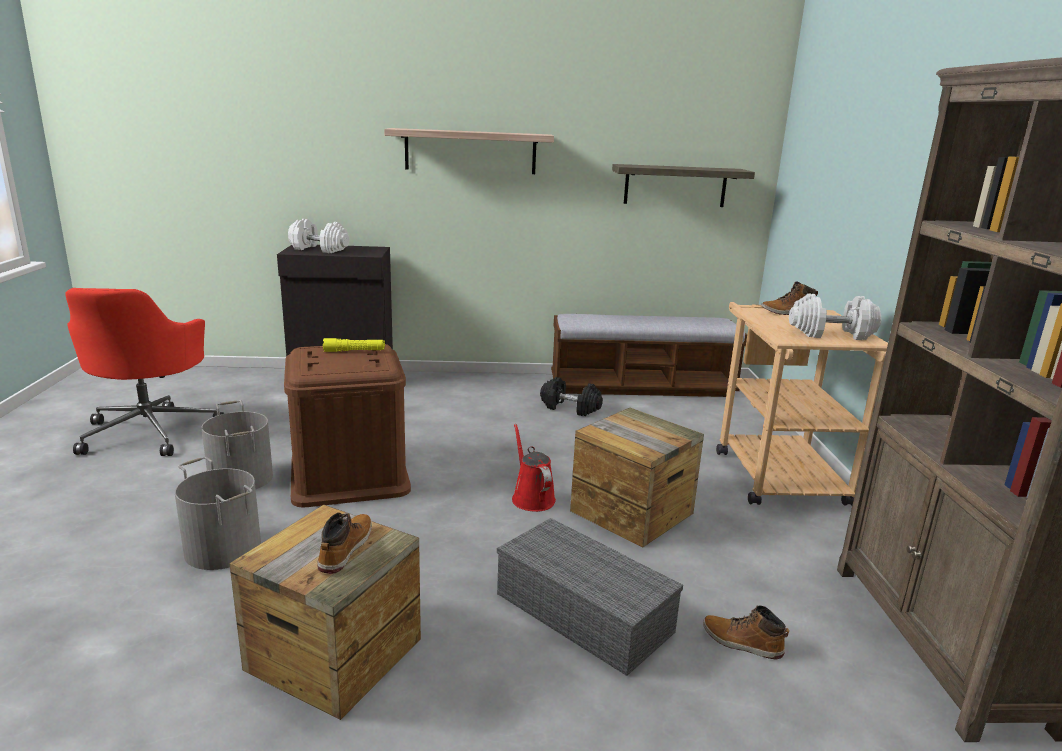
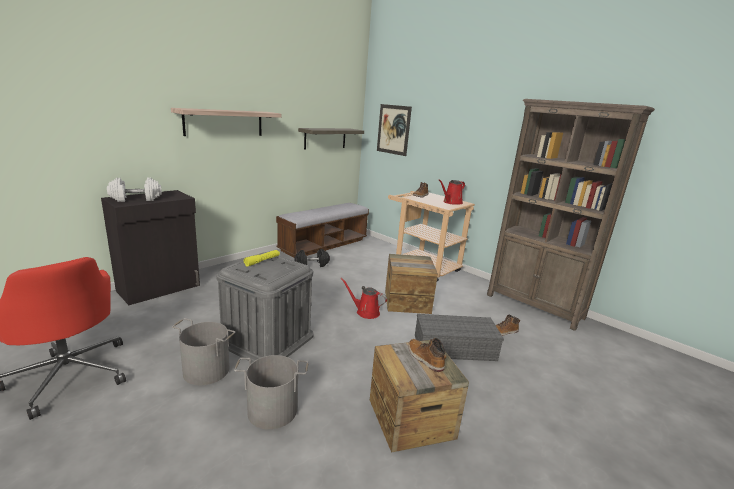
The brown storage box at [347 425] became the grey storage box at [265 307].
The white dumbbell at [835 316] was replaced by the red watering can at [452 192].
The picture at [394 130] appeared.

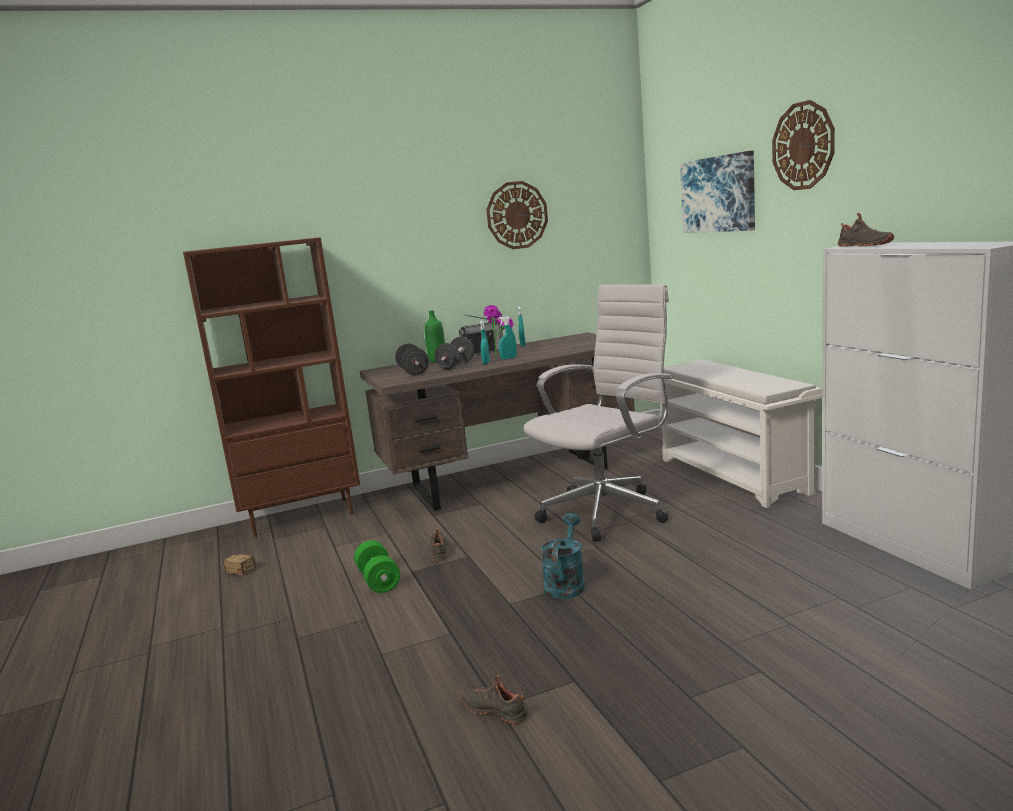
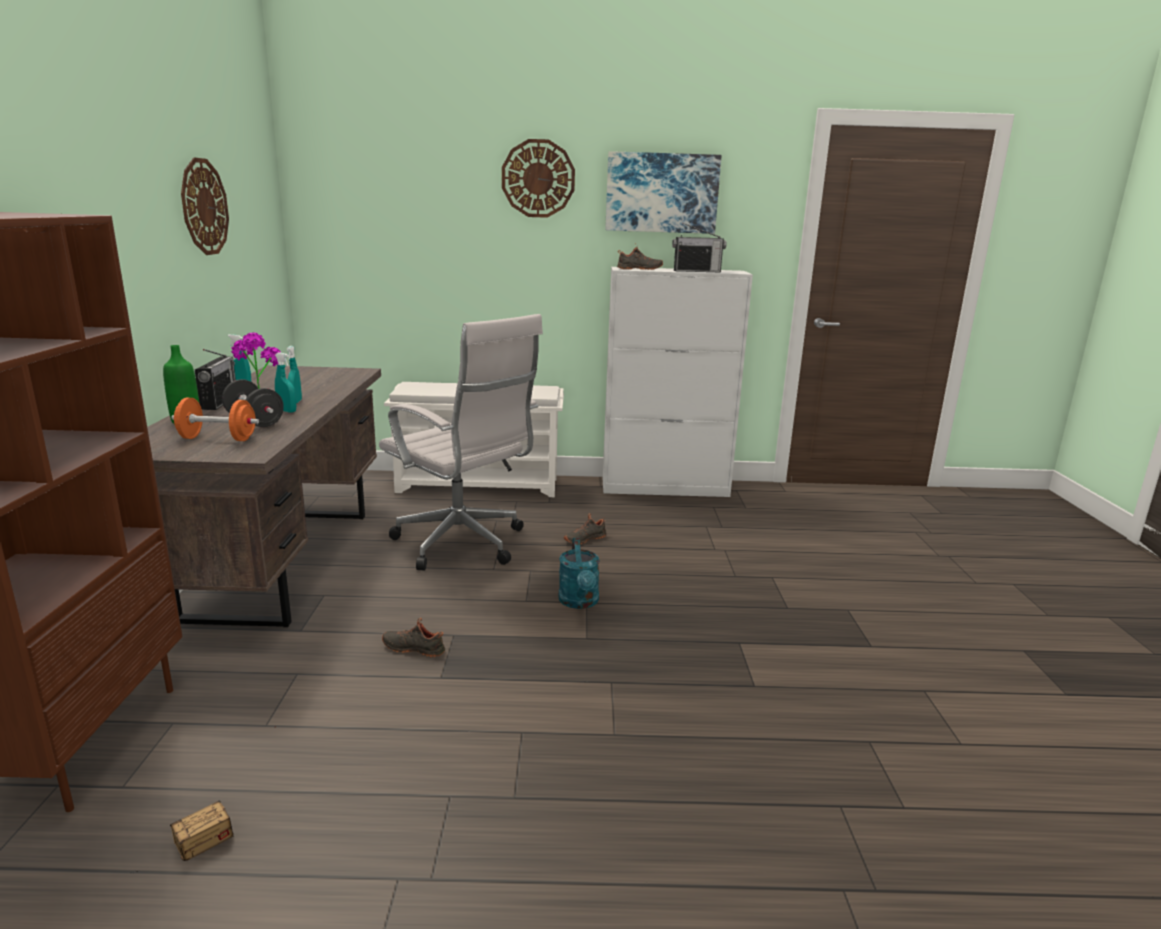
The green dumbbell at [377 566] disappeared.
The black dumbbell at [412 359] became the orange dumbbell at [215 419].
The black shoe moved from [494 699] to [585 528].
The white office chair at [598 413] turned 150 degrees clockwise.
The turquoise watering can at [563 556] turned 135 degrees counterclockwise.
The picture moved from [717 192] to [663 192].
The radio at [699 248] appeared.

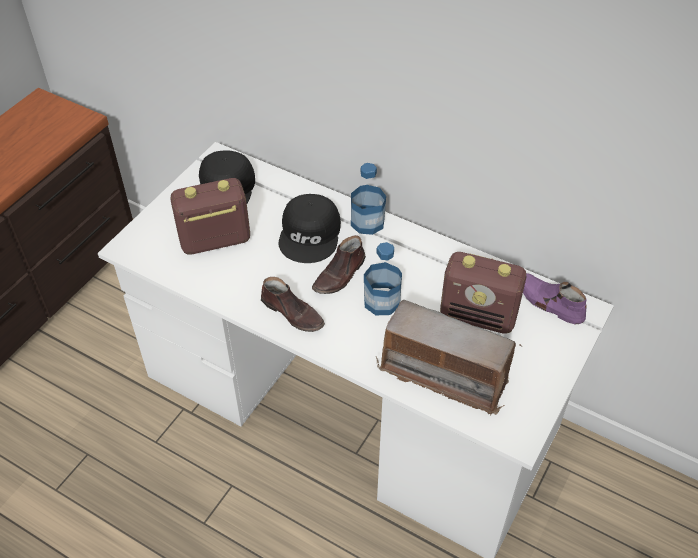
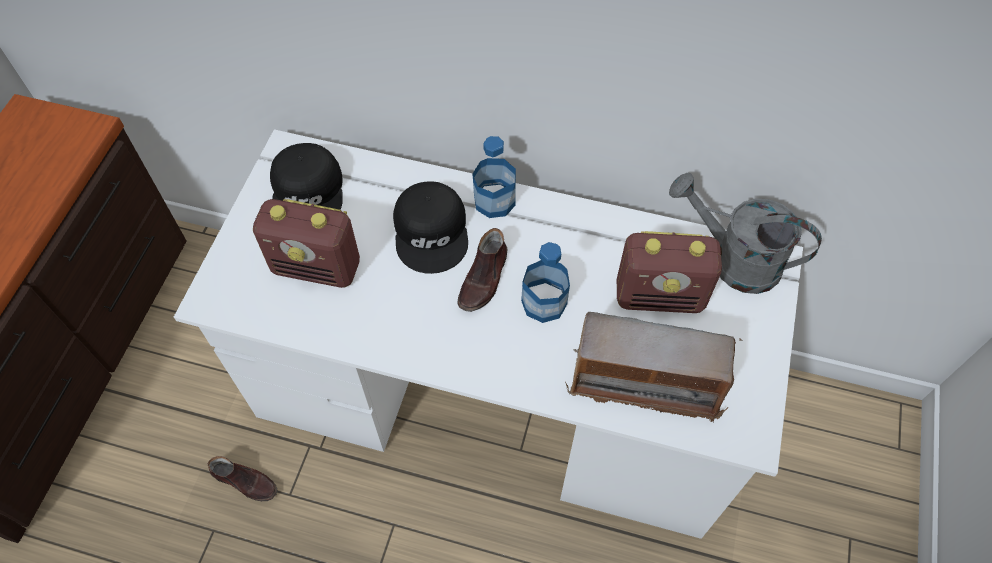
The radio at [210 216] turned 135 degrees counterclockwise.
The brown shoe moved from [293 304] to [242 478].
The purple shoe at [555 299] was replaced by the grey watering can at [745 233].

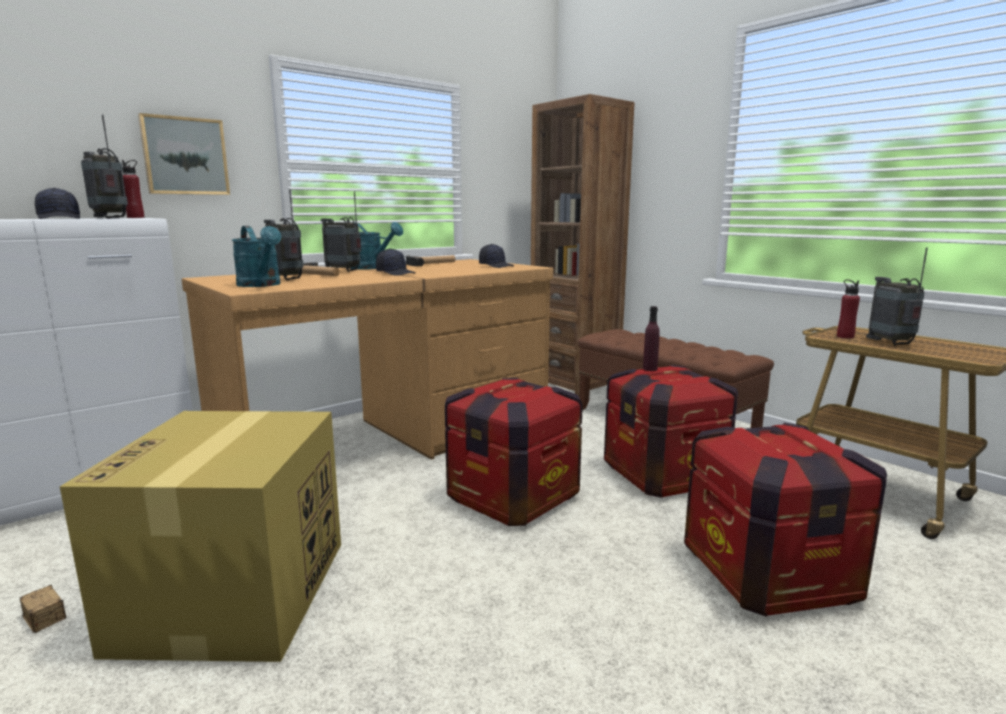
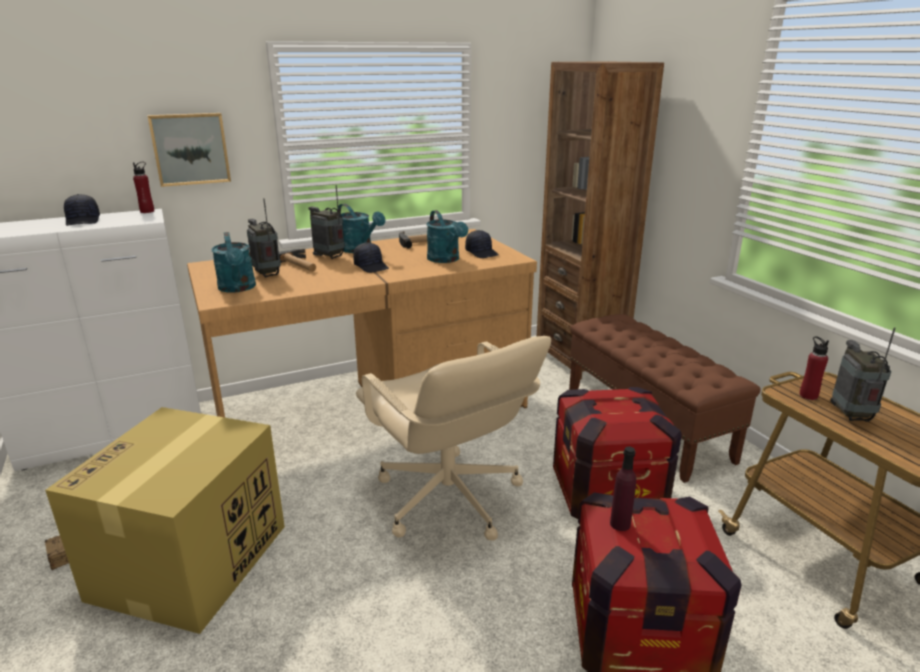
The radio at [104 166] disappeared.
The crate at [514 452] was replaced by the beige office chair at [453 438].
The purple bottle moved from [651 338] to [623 488].
The turquoise watering can at [447 236] appeared.

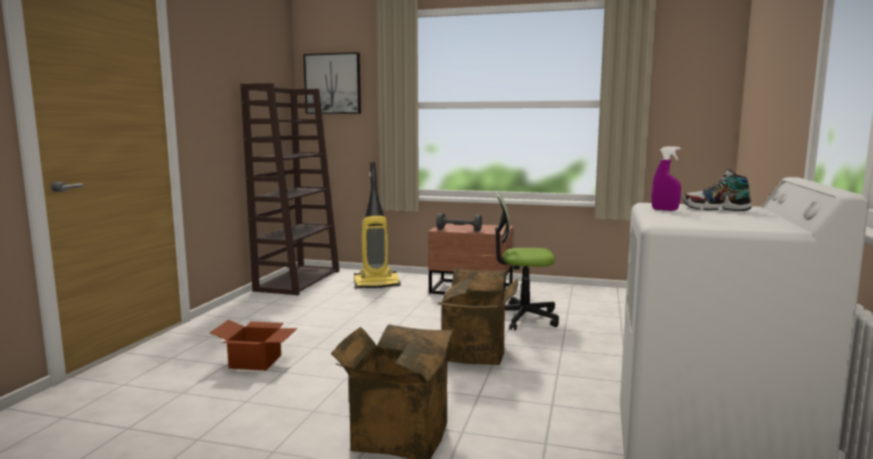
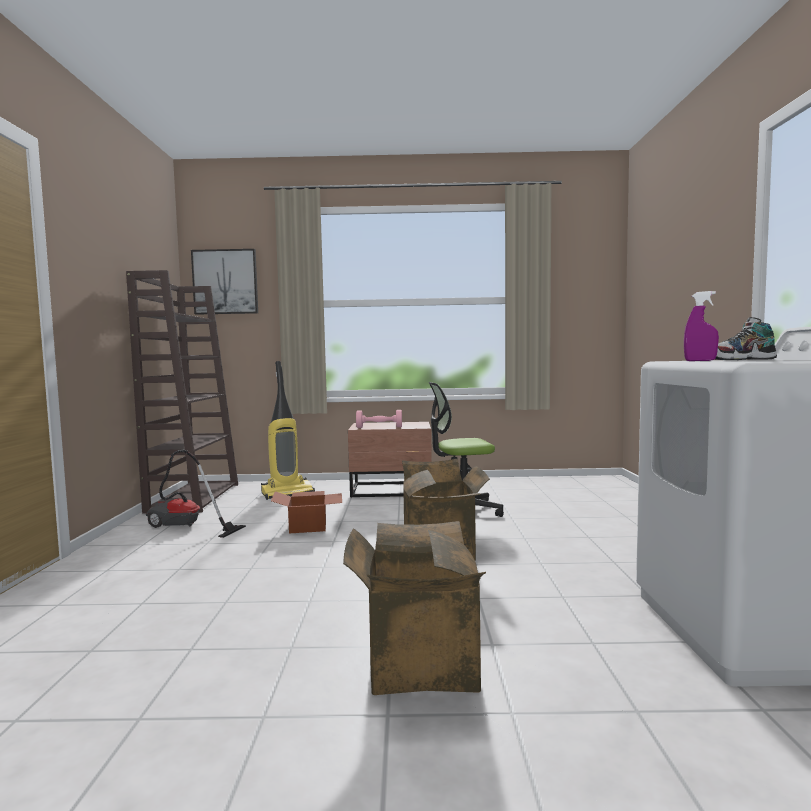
The cardboard box moved from [253 345] to [306 512].
The grey dumbbell at [459 222] became the pink dumbbell at [379 419].
The vacuum cleaner at [196 494] appeared.

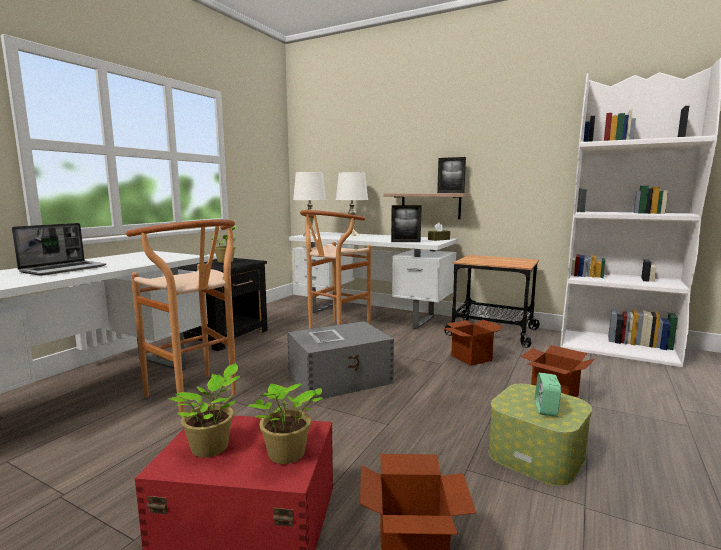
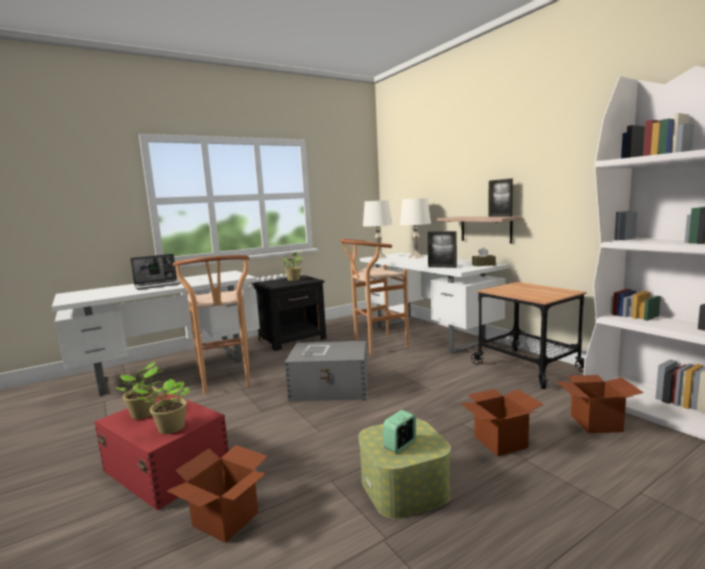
The cardboard box moved from [473 343] to [600 404].

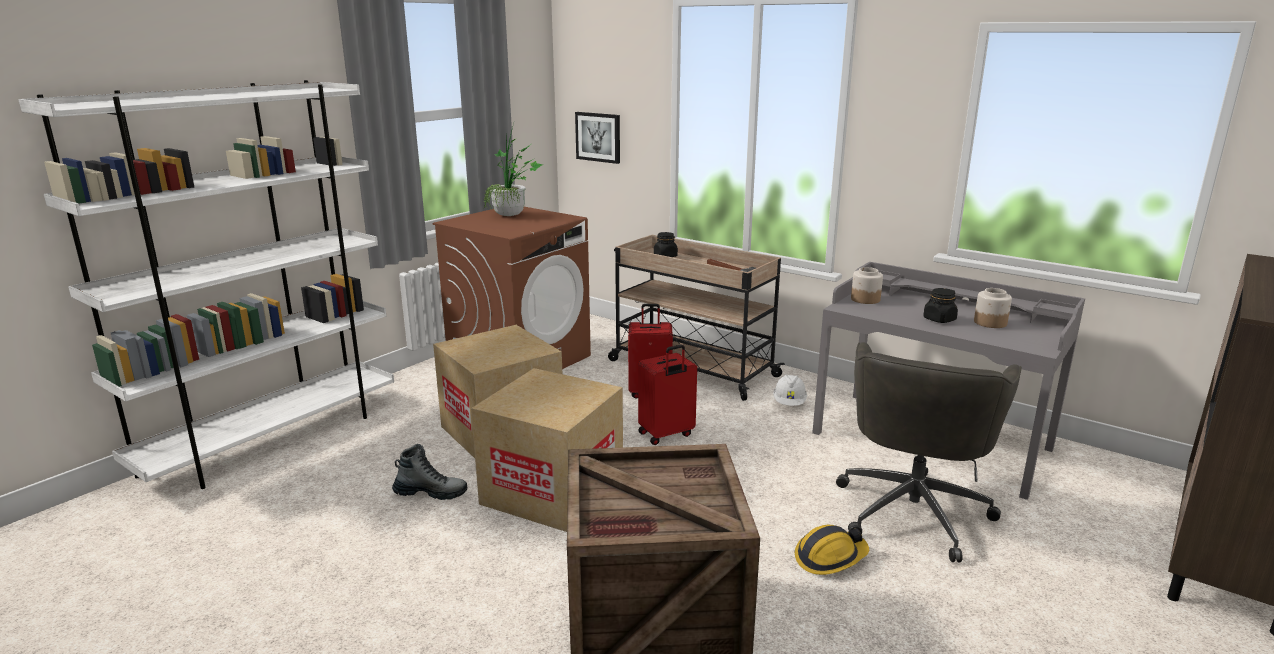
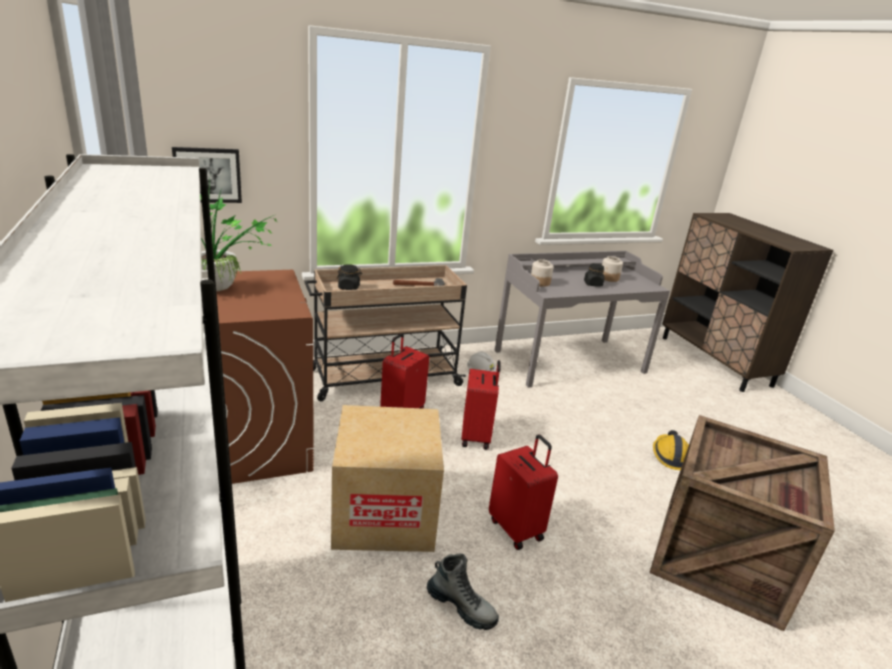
The boot at [429 472] turned 90 degrees clockwise.
The cardboard box at [547 450] was replaced by the red suitcase at [523 492].
The grey office chair at [929 452] disappeared.

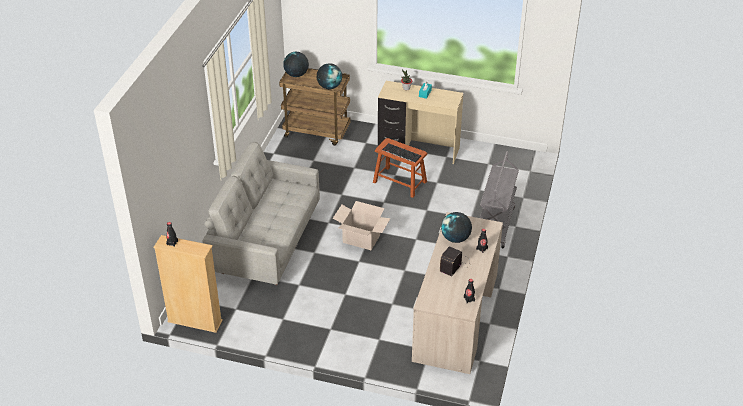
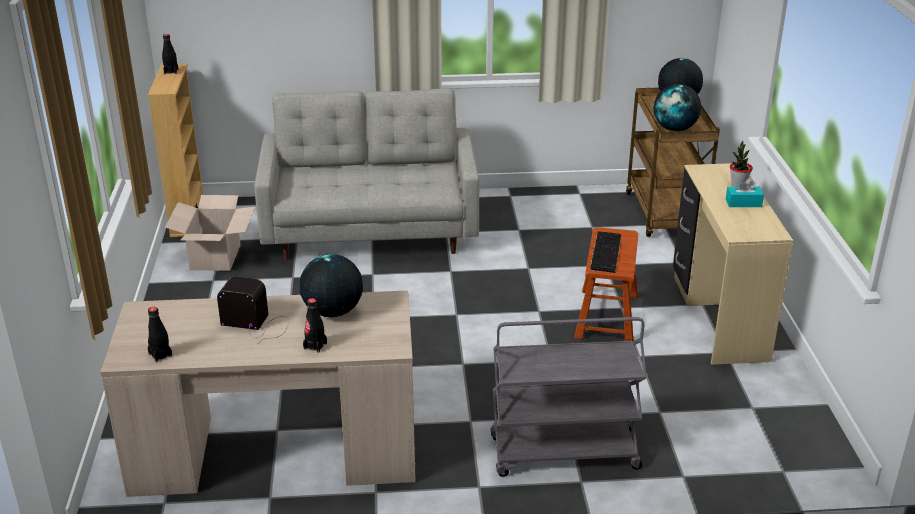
The cardboard box moved from [362 225] to [210 233].

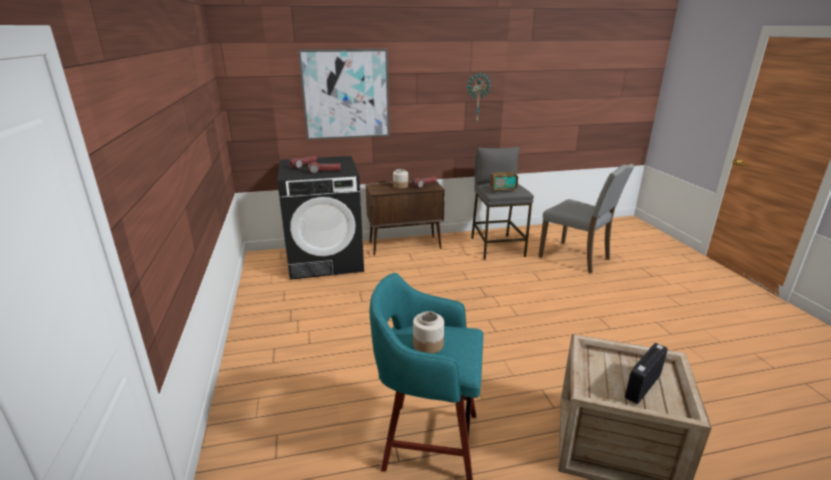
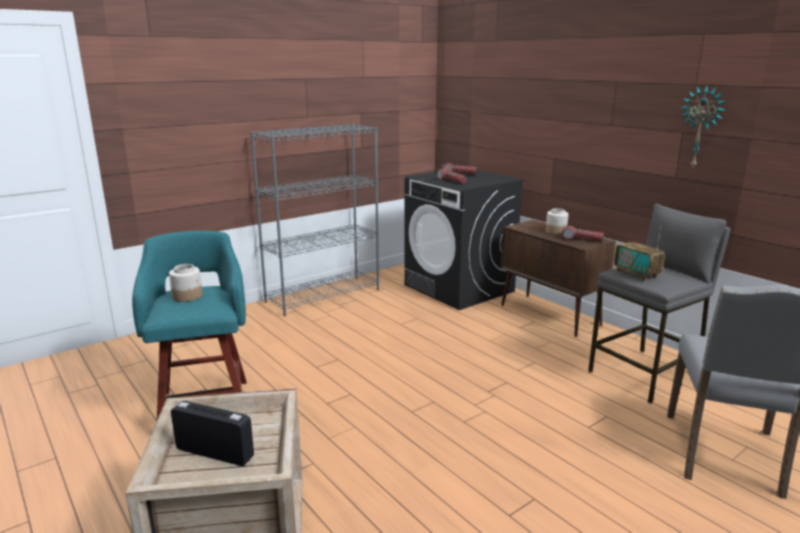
The picture at [344 94] disappeared.
The grey bookcase at [314 220] appeared.

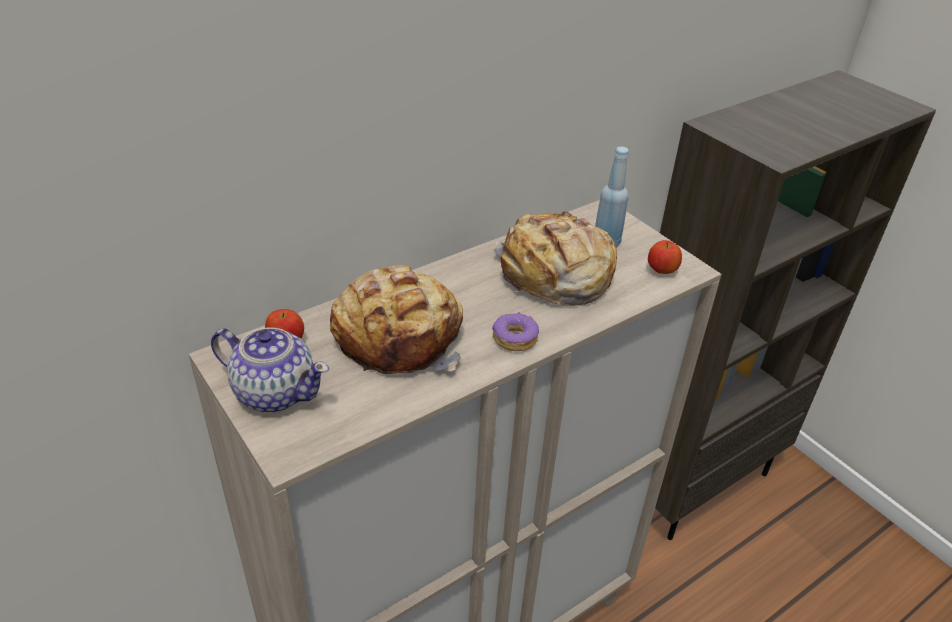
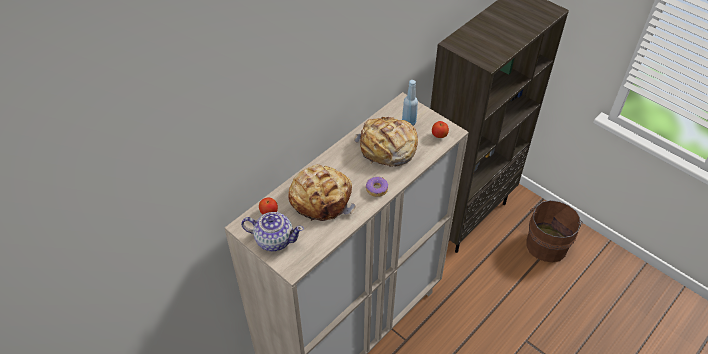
The brown bucket at [555 231] appeared.

